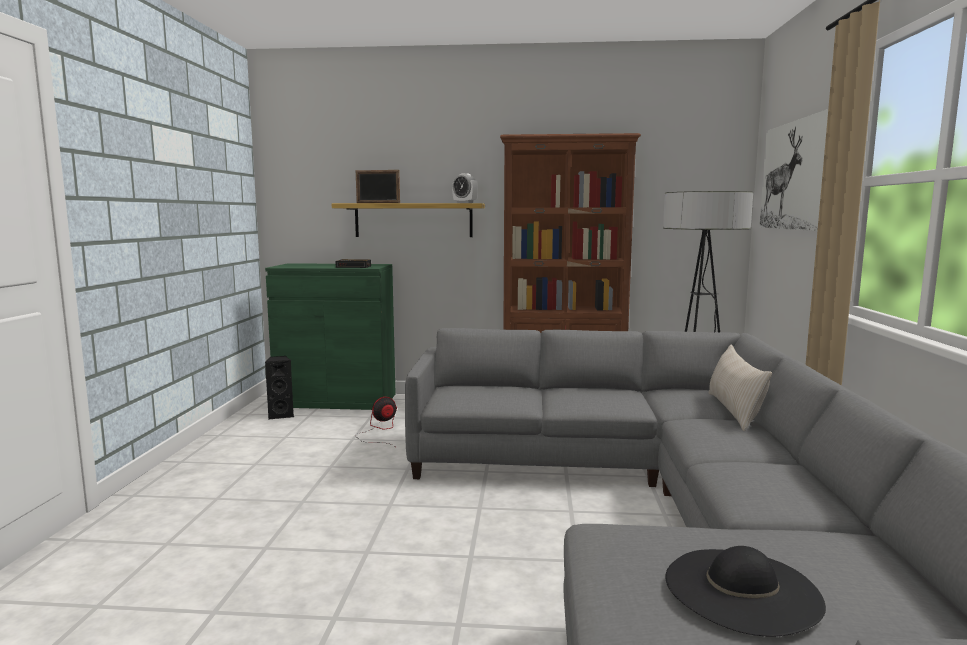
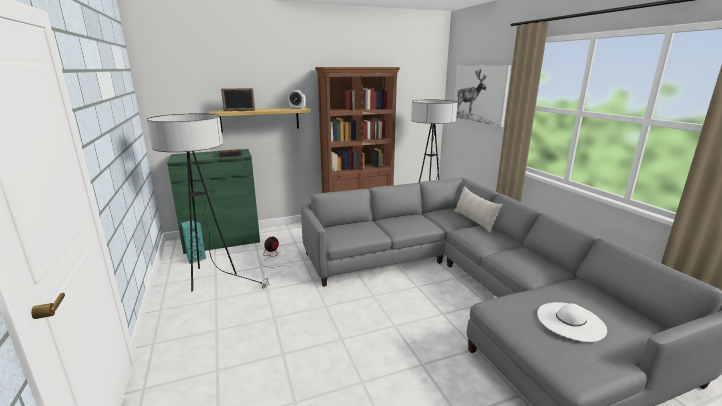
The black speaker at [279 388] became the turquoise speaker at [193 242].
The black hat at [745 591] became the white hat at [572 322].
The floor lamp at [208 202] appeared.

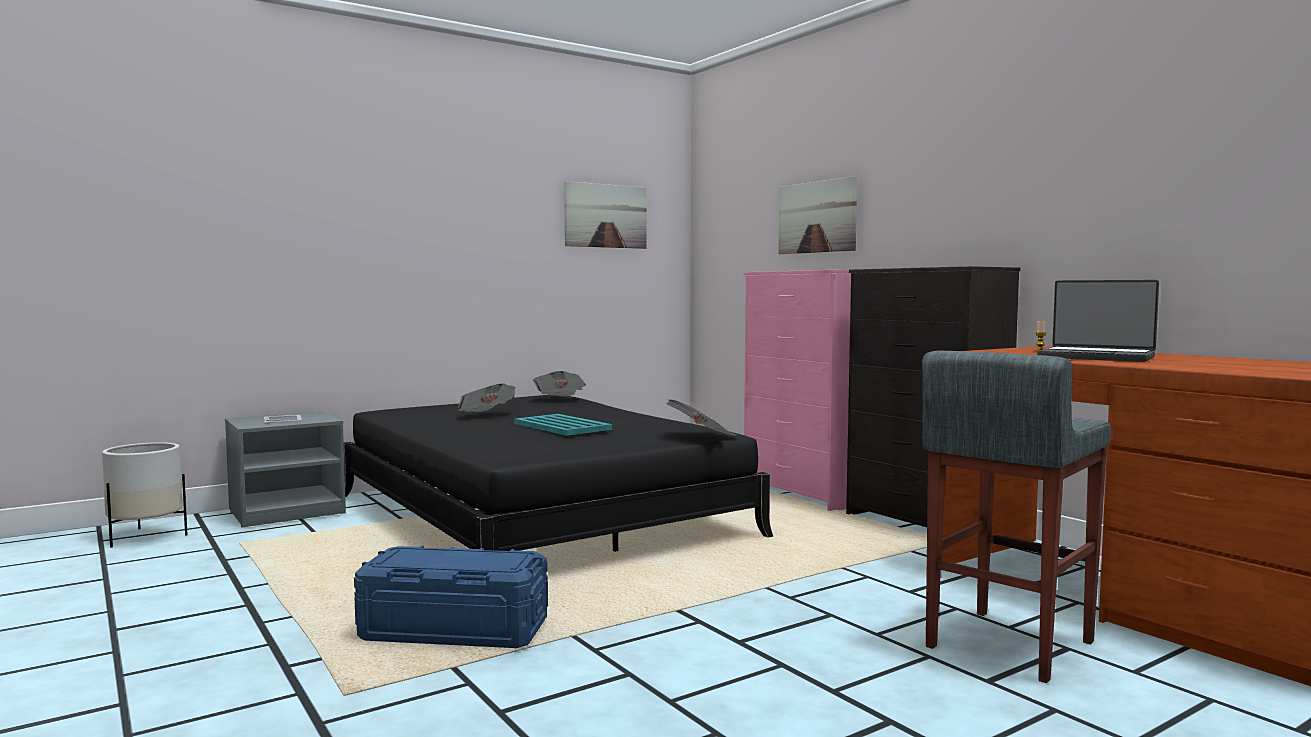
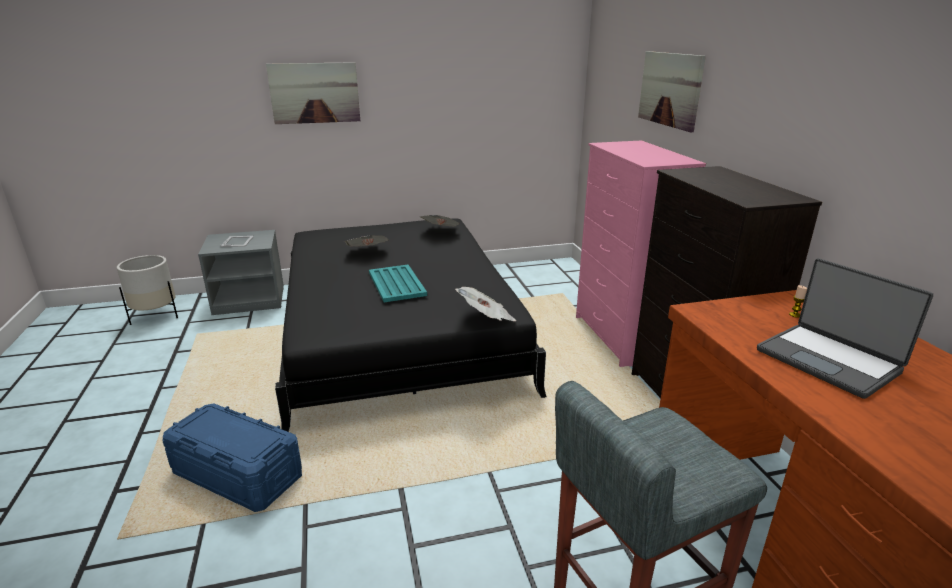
The picture moved from [605 215] to [313 93].

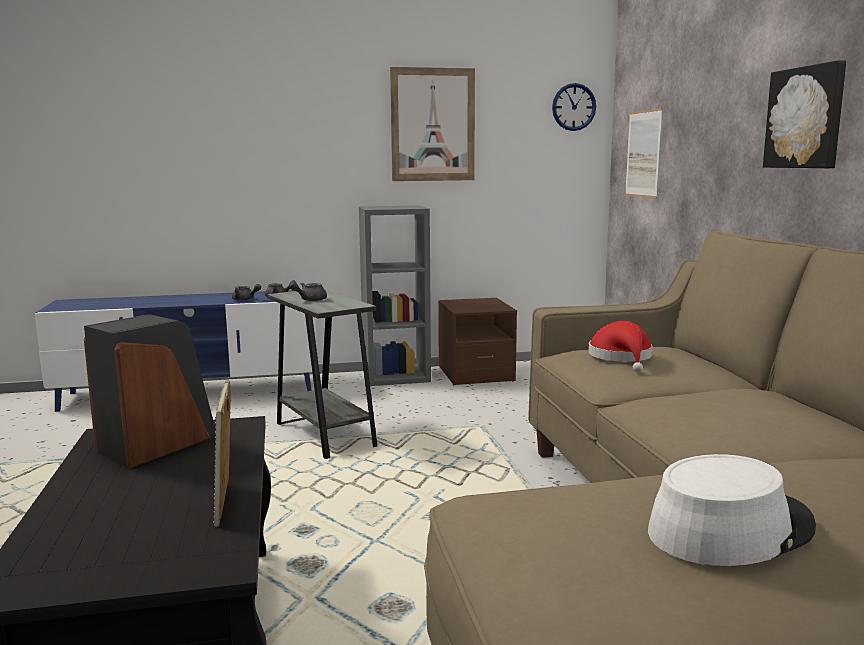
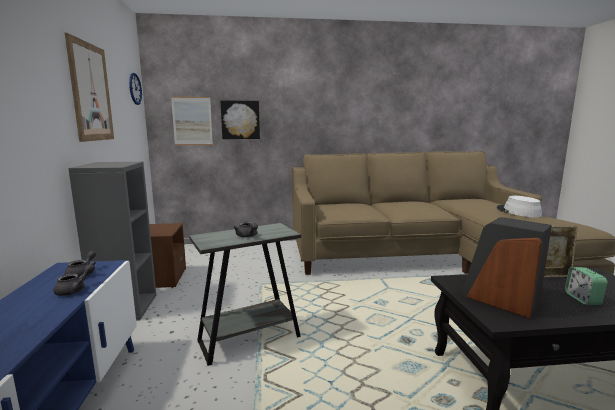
The red hat at [620 346] disappeared.
The picture moved from [804 114] to [240 120].
The alarm clock at [586 286] appeared.

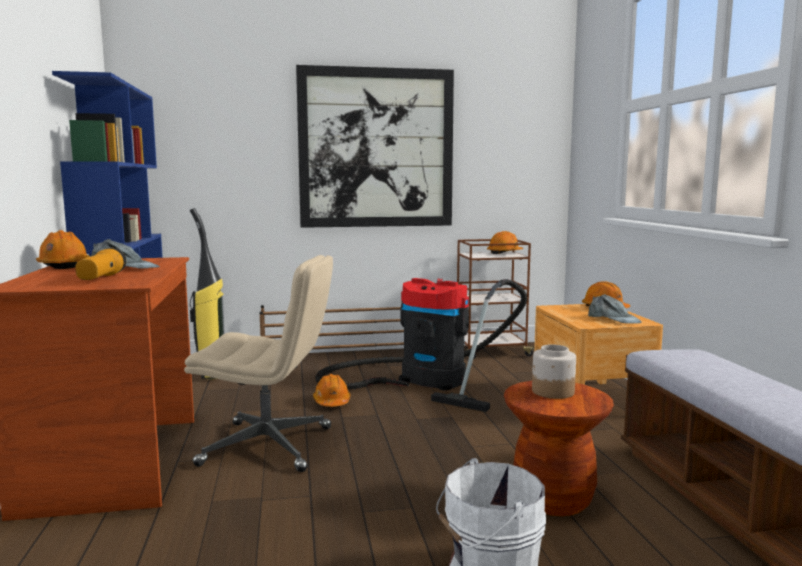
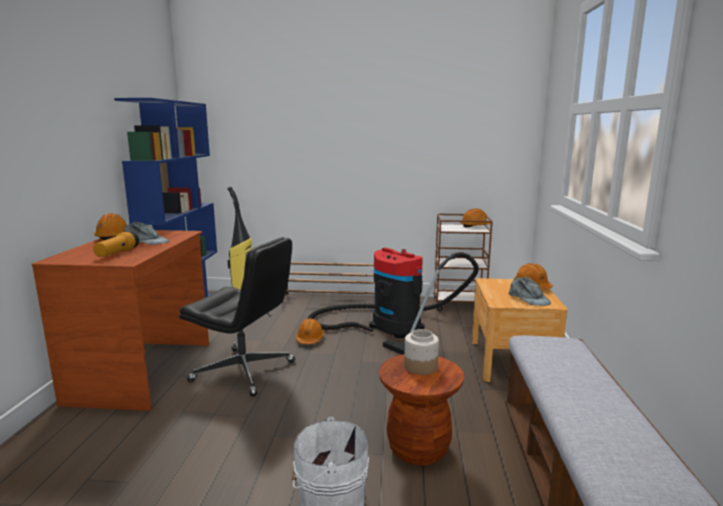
The beige office chair at [258 363] became the black office chair at [237 317].
The picture at [375 146] disappeared.

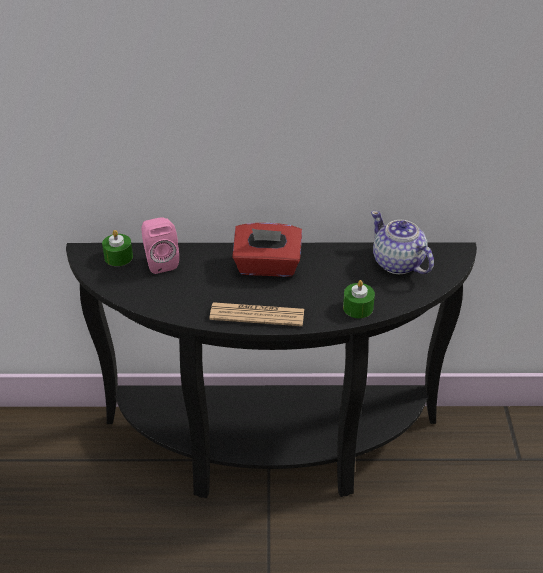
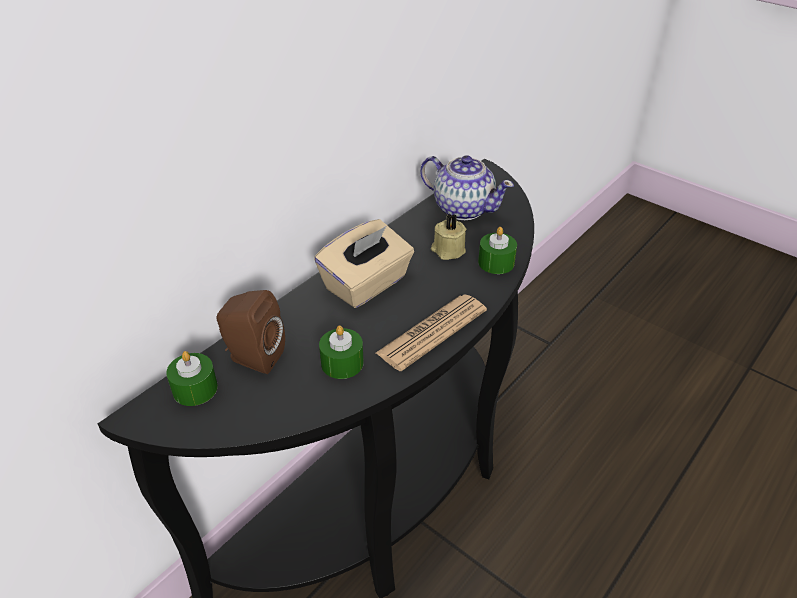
The pink speaker at [160 245] became the brown speaker at [251 332].
The red tissue box at [267 250] became the beige tissue box at [364 263].
The teapot at [402 242] turned 150 degrees counterclockwise.
The green candle at [341 352] appeared.
The beige candle at [448 237] appeared.

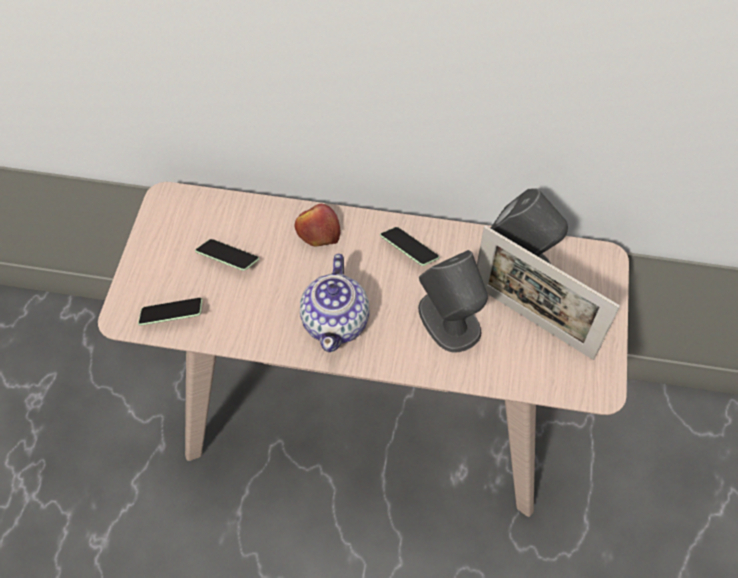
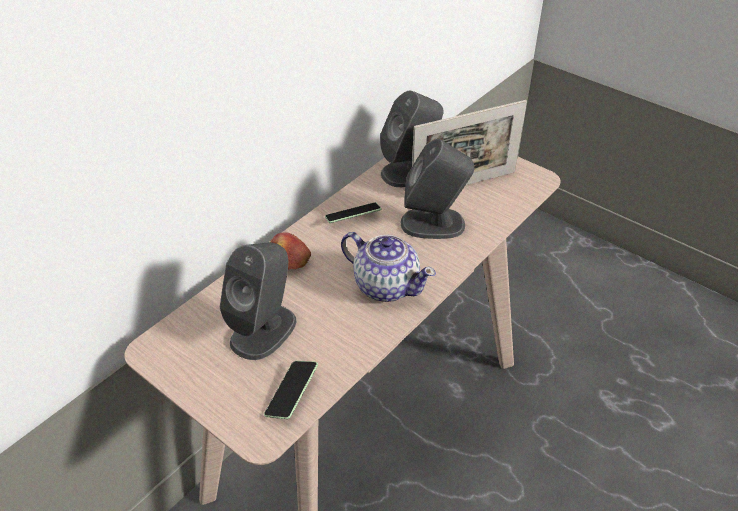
The phone at [227 255] was replaced by the grey speaker at [258 301].

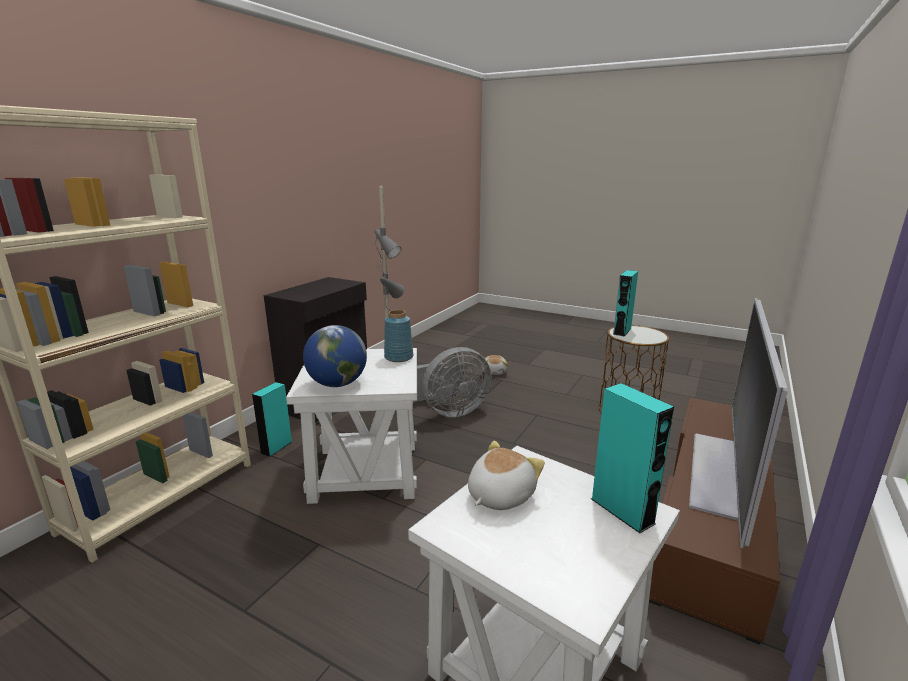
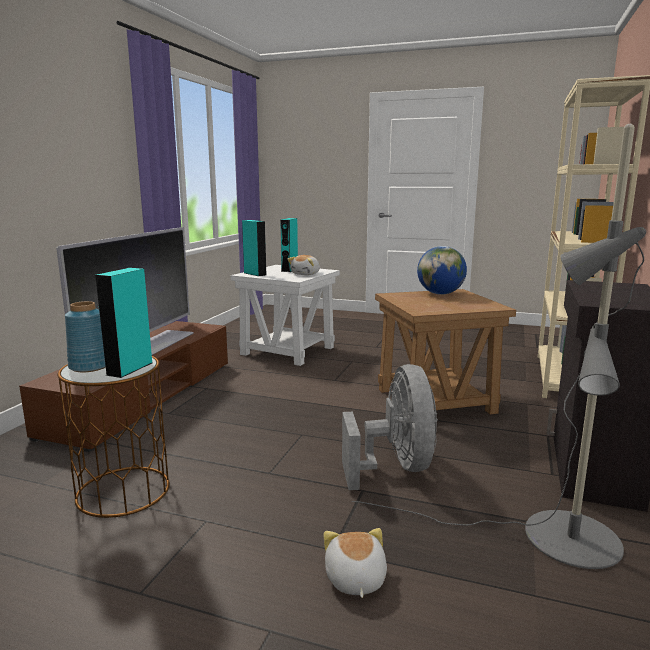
The turquoise speaker moved from [272 419] to [289 245].
The white side table at [351 426] became the brown side table at [445 352].
The blue vase moved from [398 336] to [85 336].
The grey fan at [452 382] turned 120 degrees clockwise.

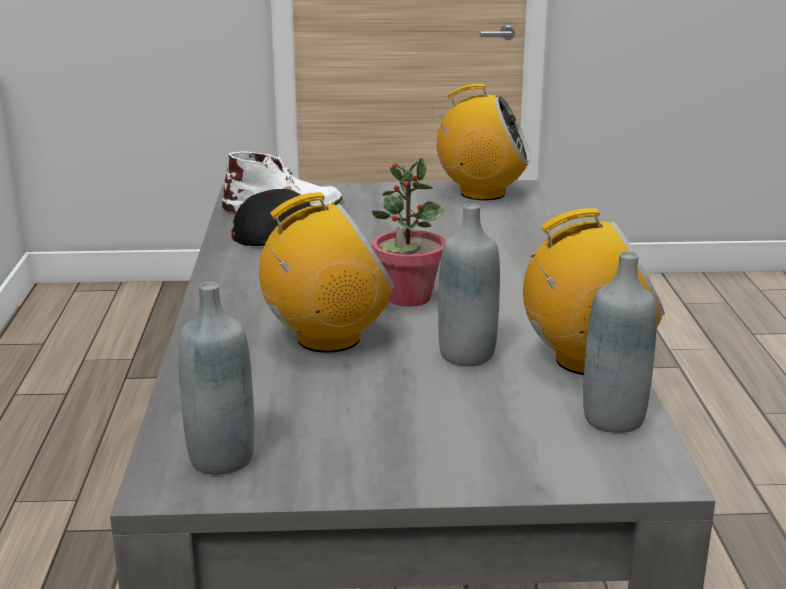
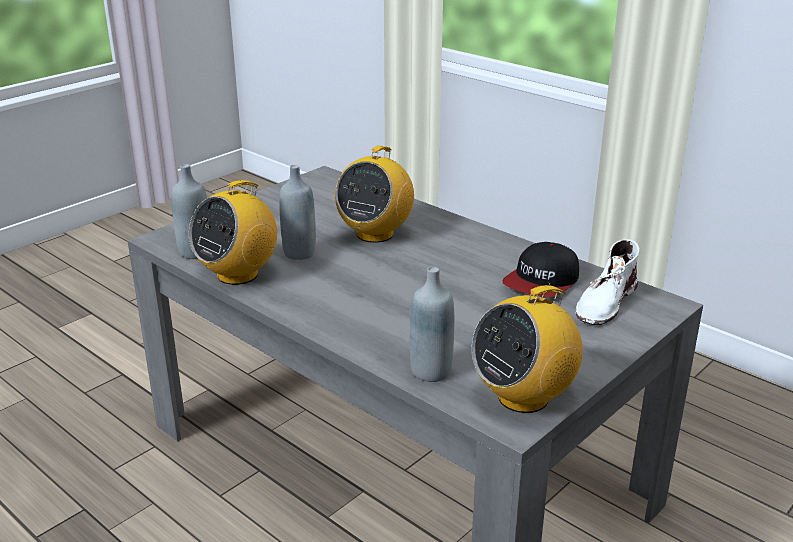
The grey bottle moved from [216 378] to [432 324].
The potted plant at [409 232] disappeared.

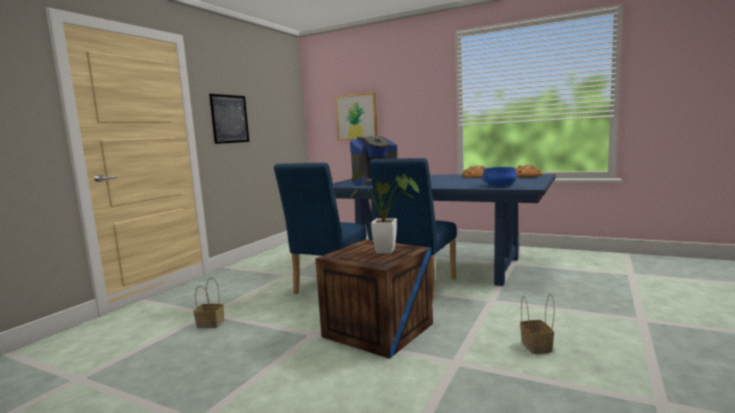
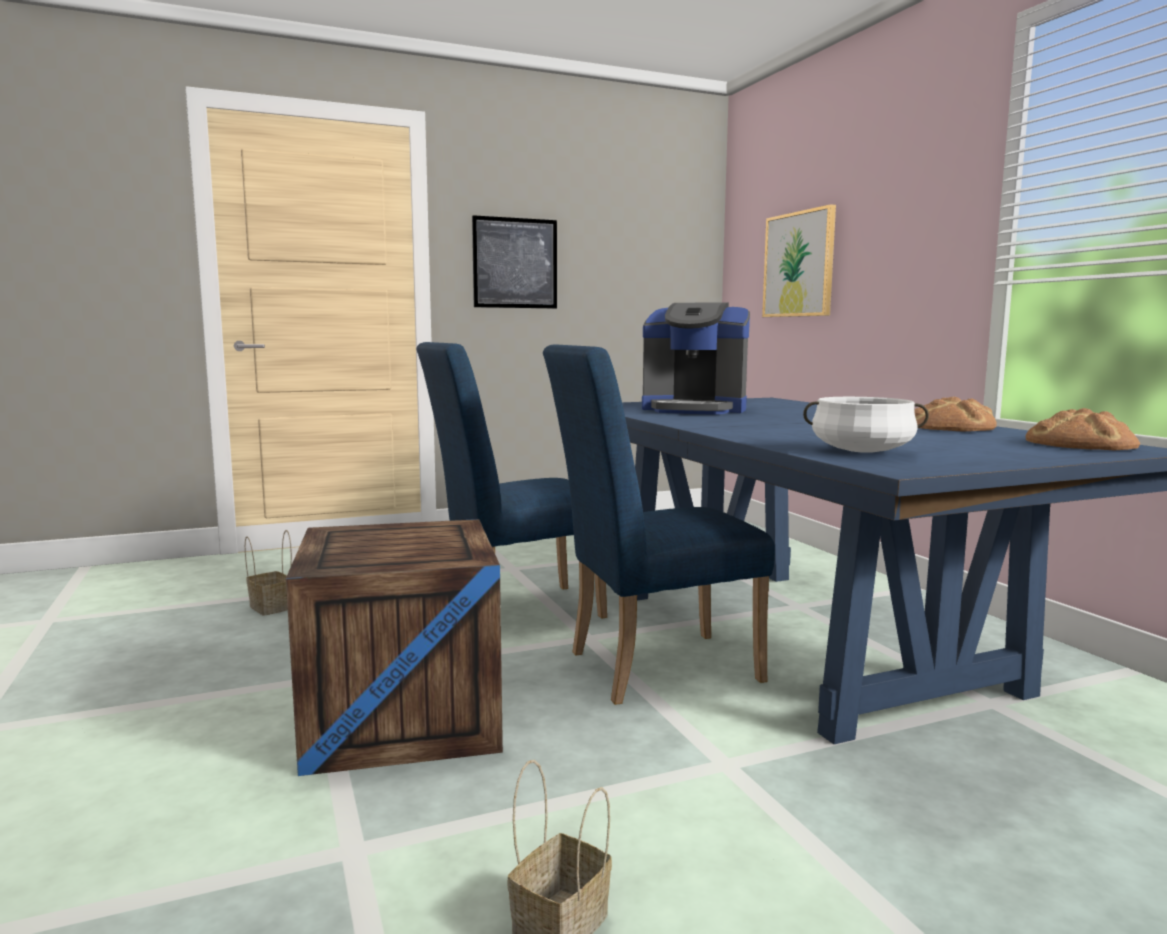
The potted plant at [384 212] disappeared.
The blue cooking pot at [499 176] became the white cooking pot at [866 425].

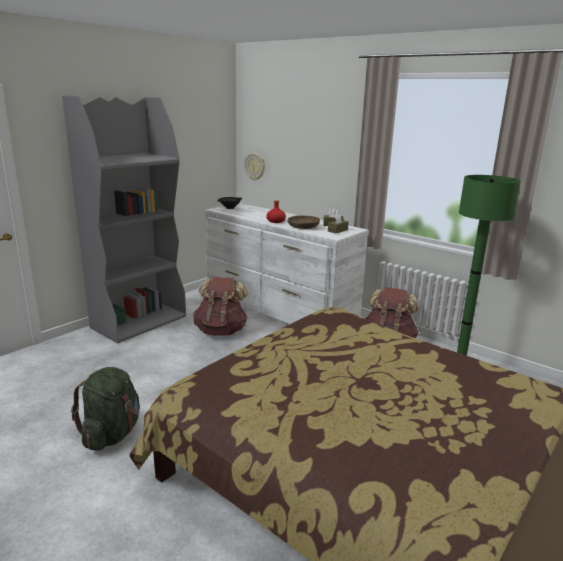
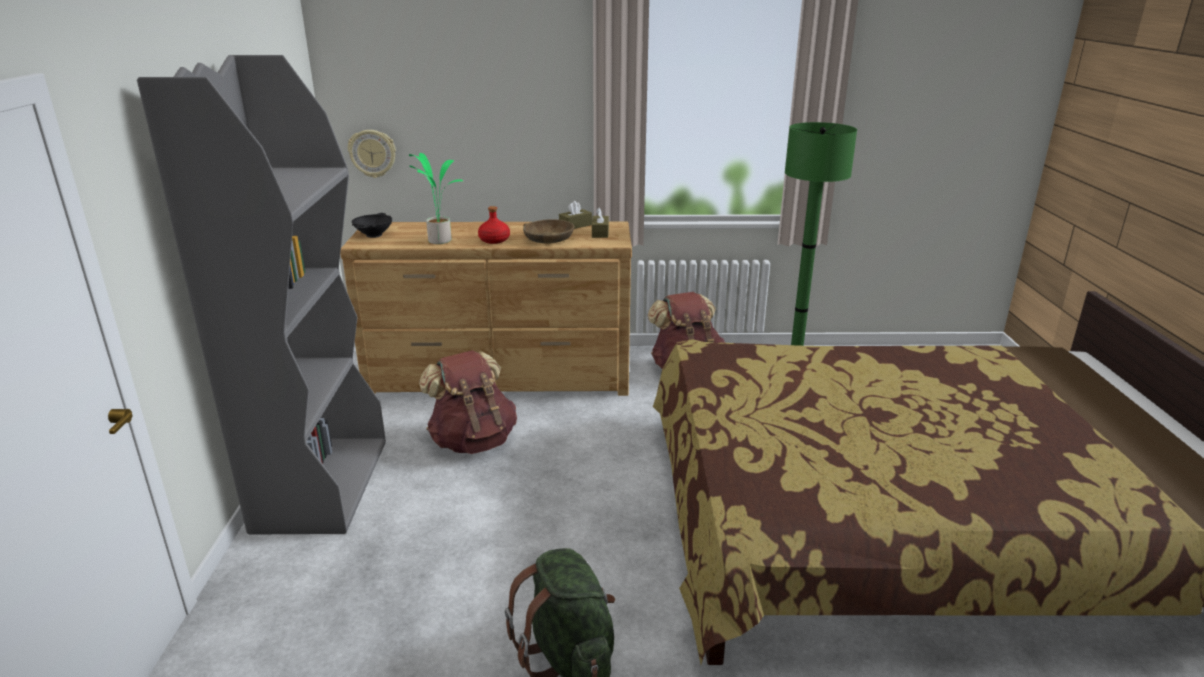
The white dresser at [287 263] became the brown dresser at [486 308].
The potted plant at [436 198] appeared.

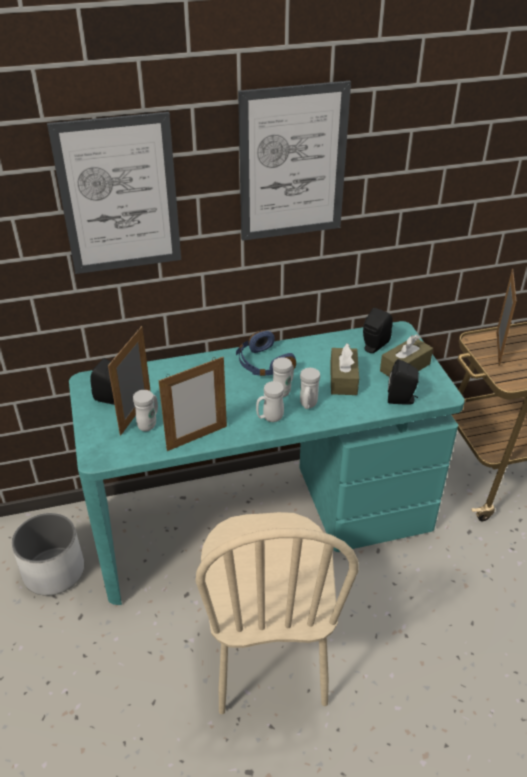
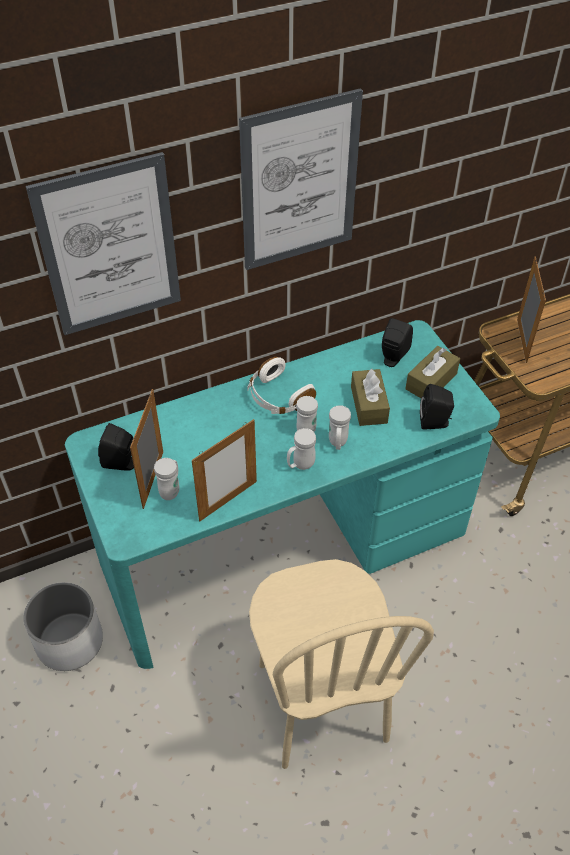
The blue headphones at [266 353] became the white headphones at [281 385].

